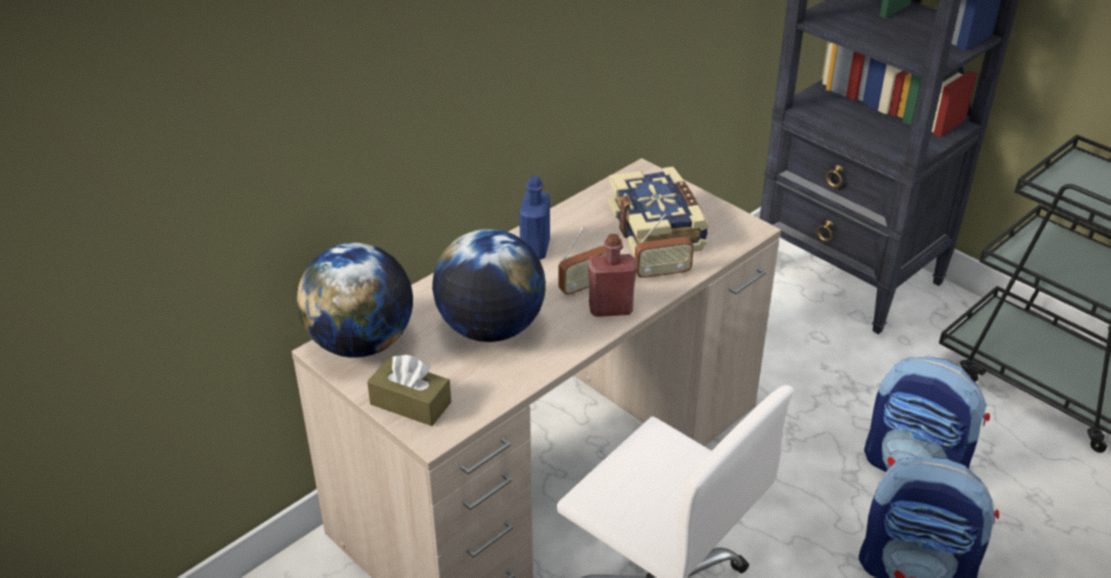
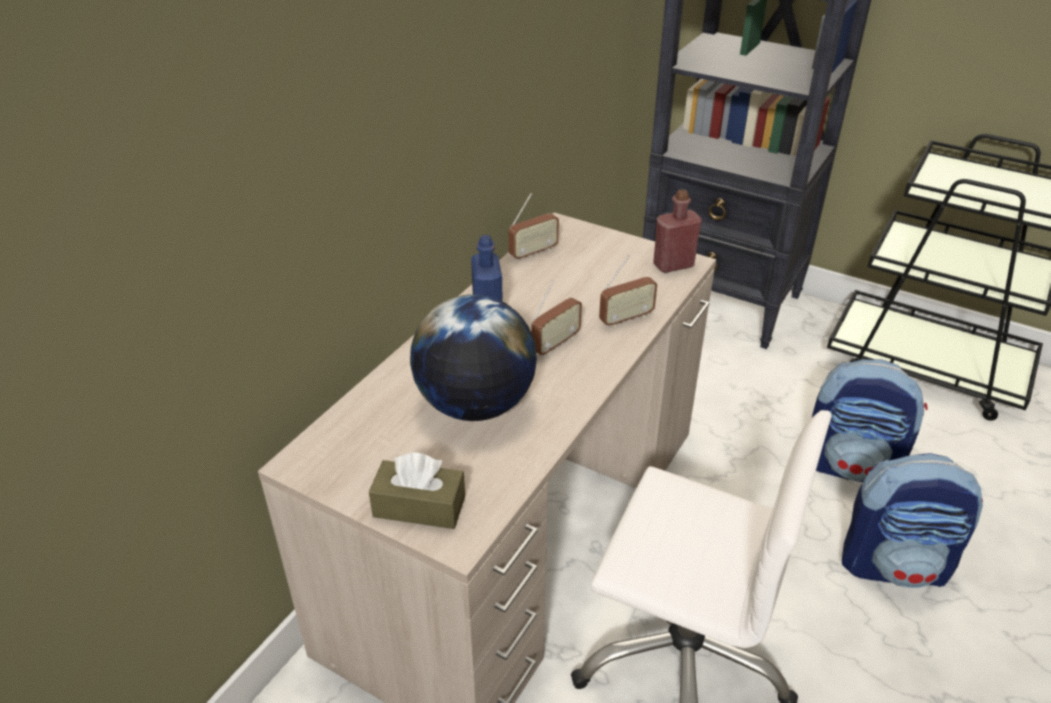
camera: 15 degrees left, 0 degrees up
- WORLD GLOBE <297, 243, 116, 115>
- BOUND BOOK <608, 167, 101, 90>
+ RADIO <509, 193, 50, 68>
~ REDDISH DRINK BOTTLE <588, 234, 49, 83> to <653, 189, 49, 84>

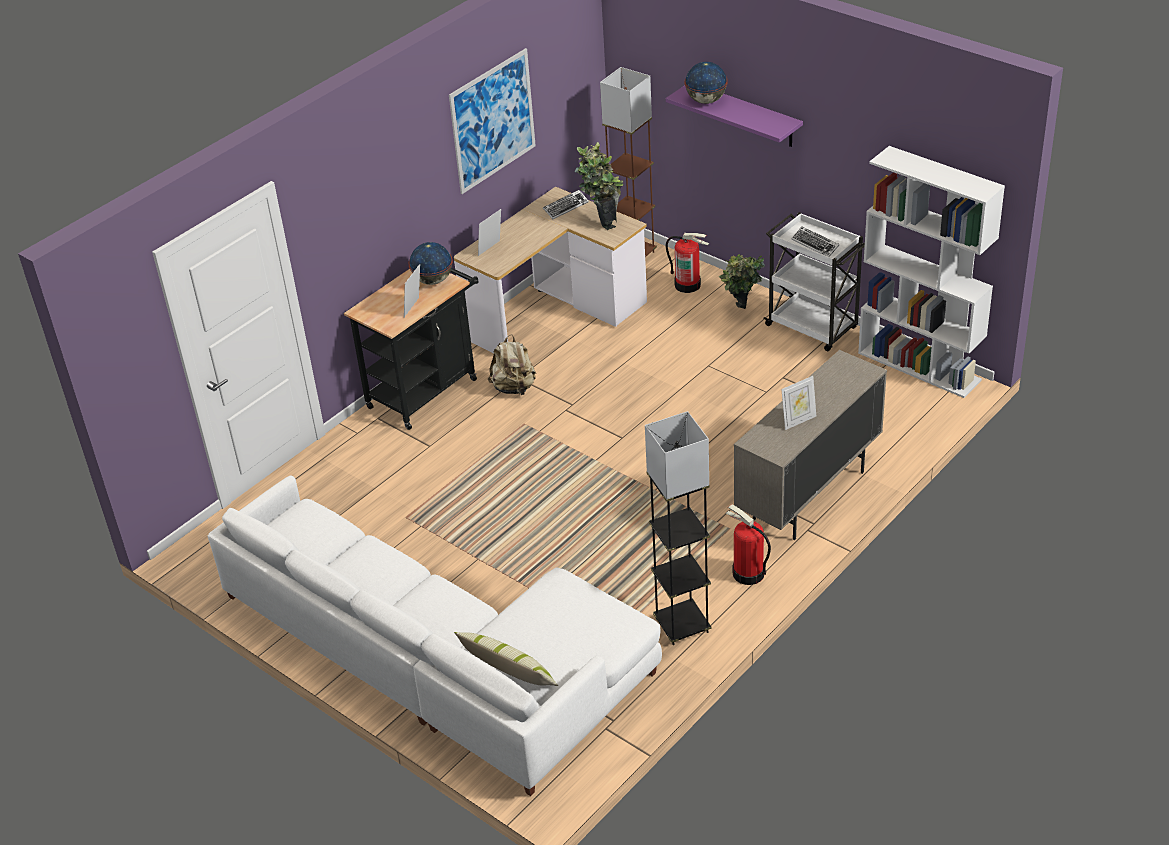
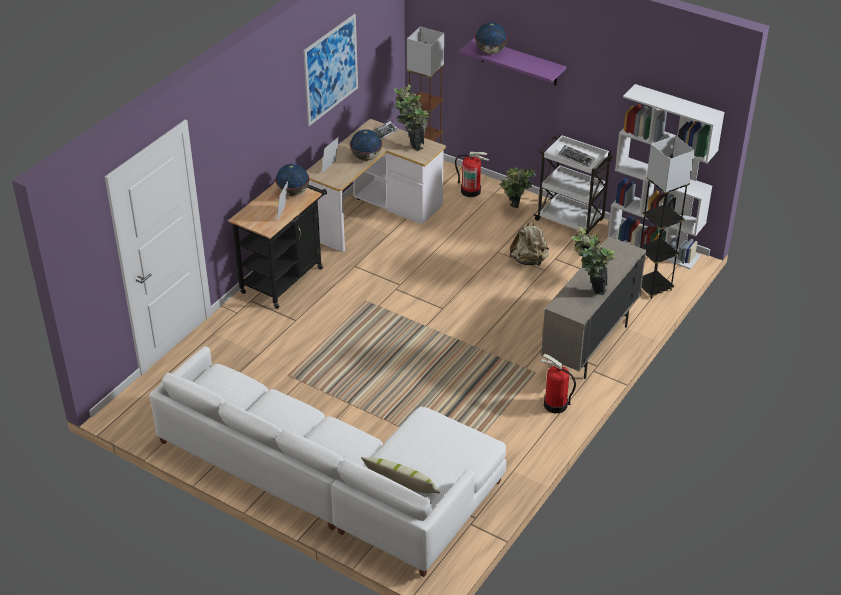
camera: 10 degrees left, 0 degrees up
+ WORLD GLOBE <350, 129, 32, 32>
~ SAND-COLOURED BACKPACK <488, 335, 48, 60> to <510, 220, 39, 46>
~ GREY STANDARD LAMP <645, 411, 67, 234> to <638, 135, 57, 164>
~ PHOTO FRAME <781, 376, 35, 54> to HOUSEPLANT <572, 226, 43, 69>

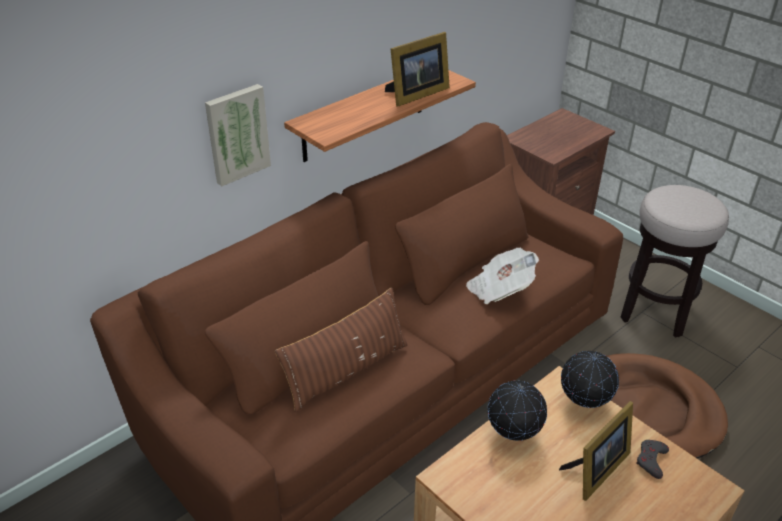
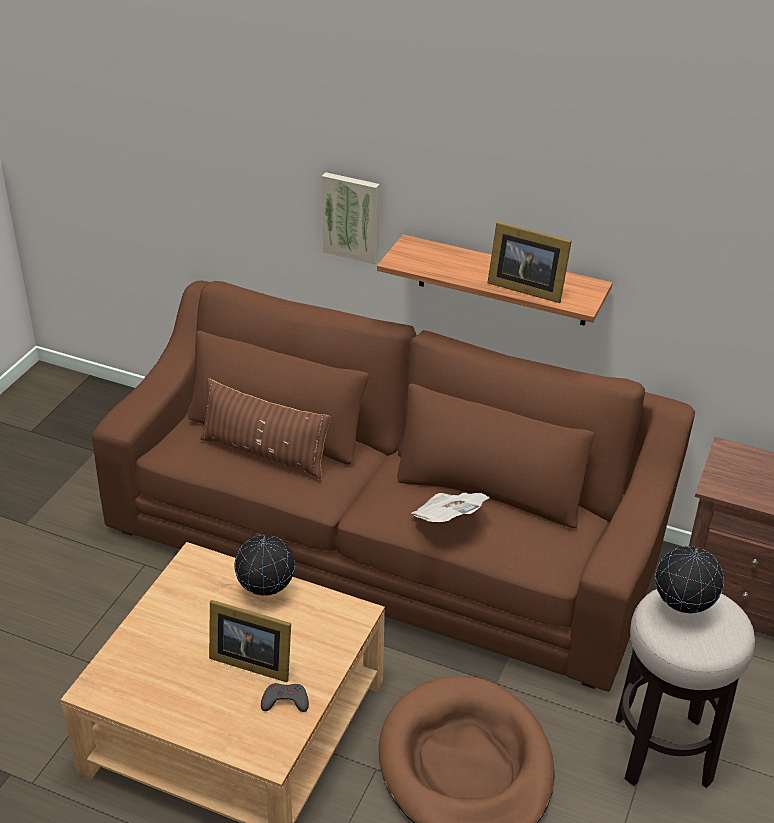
camera: 65 degrees right, 0 degrees up
~ WORLD GLOBE <561, 351, 58, 57> to <655, 546, 69, 67>

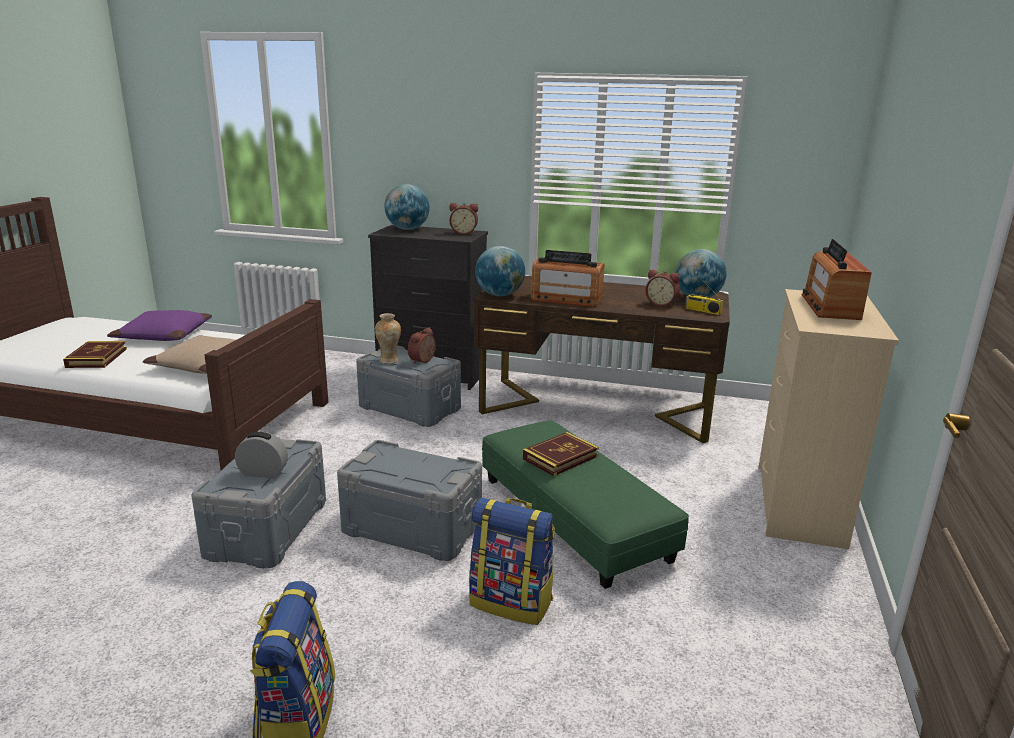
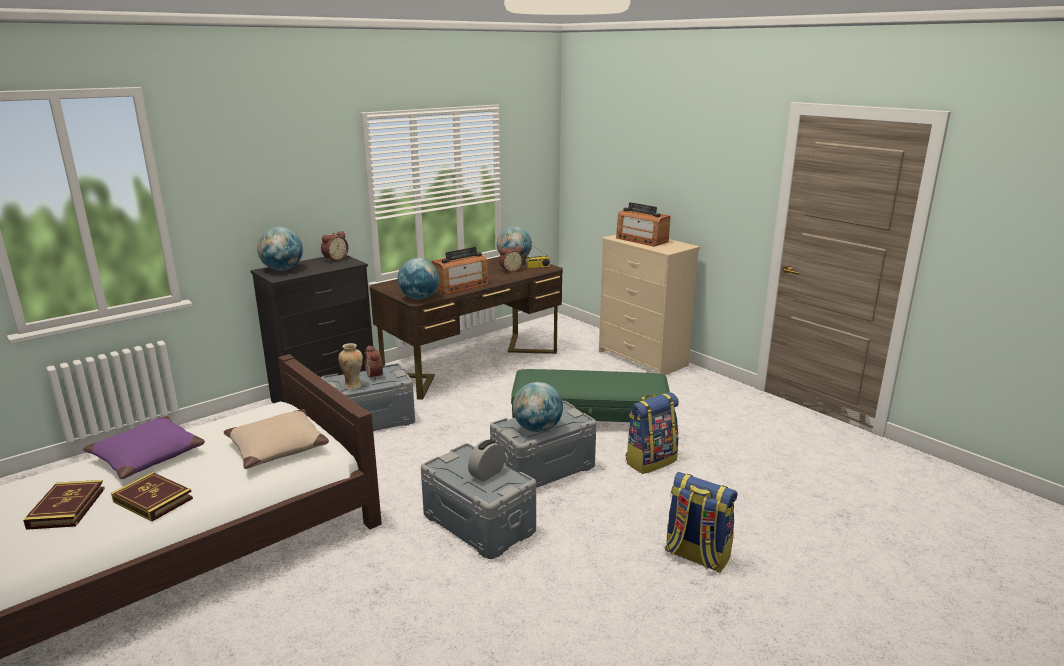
camera: 55 degrees left, 0 degrees up
+ WORLD GLOBE <513, 382, 50, 50>
~ BOUND BOOK <523, 432, 76, 44> to <23, 480, 82, 50>

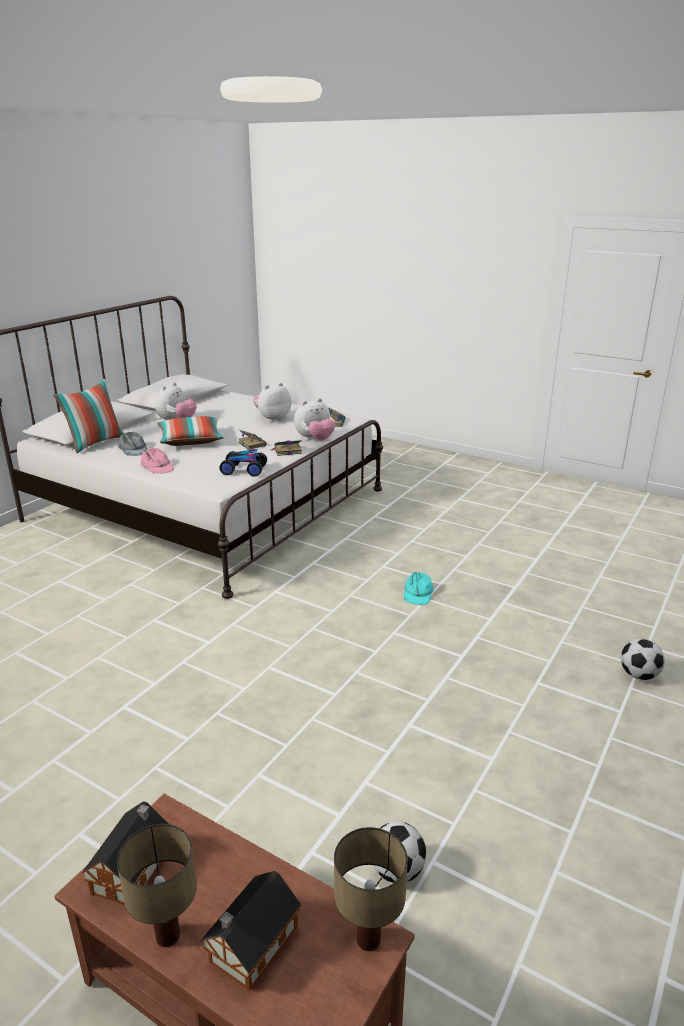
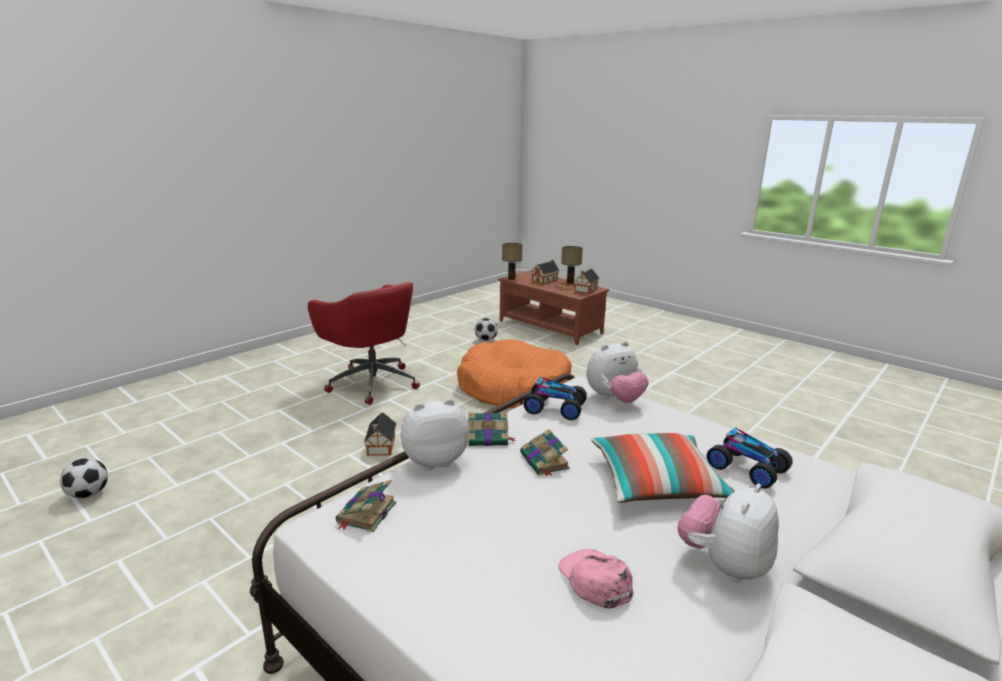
camera: 170 degrees left, 5 degrees down
- THROW PILLOW <53, 379, 70, 74>
+ REDDISH COMPUTER CHAIR <308, 282, 112, 123>
+ ORANGE DOG BED <457, 339, 115, 69>
~ PINK PEAKED CAP <141, 448, 33, 26> to <558, 549, 75, 60>
~ PLUSH TOY <253, 383, 38, 39> to <587, 341, 62, 62>
~ FOOTBALL <621, 639, 44, 41> to <60, 458, 48, 41>
~ GREY PEAKED CAP <118, 432, 30, 24> to TOY CAR <707, 428, 86, 61>
~ BLUE-GREEN PEAKED CAP <404, 571, 29, 34> to MINIATURE HOUSE <364, 413, 32, 43>

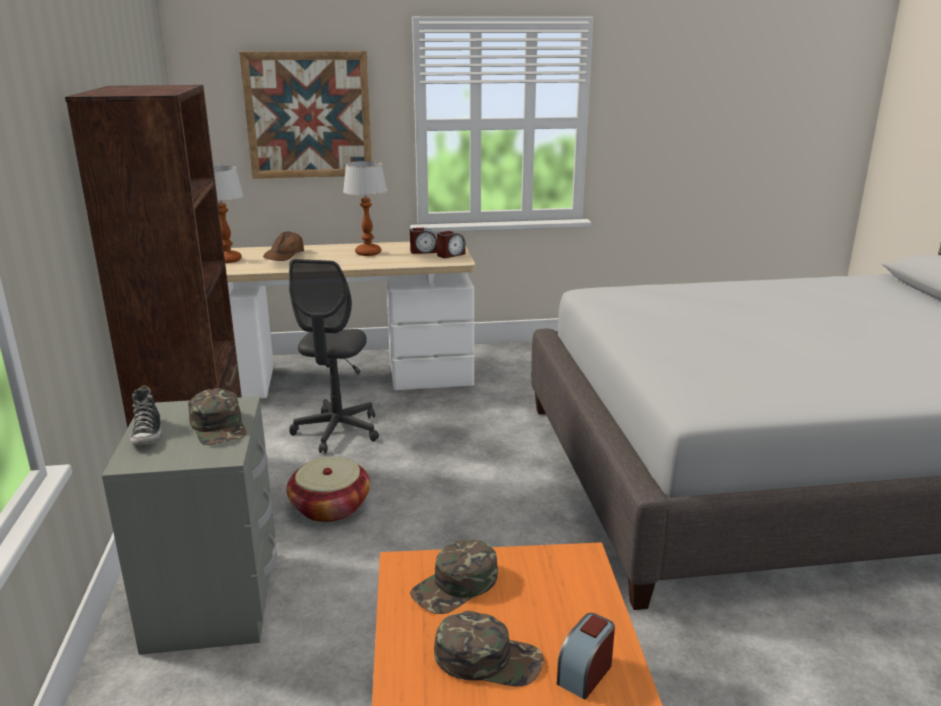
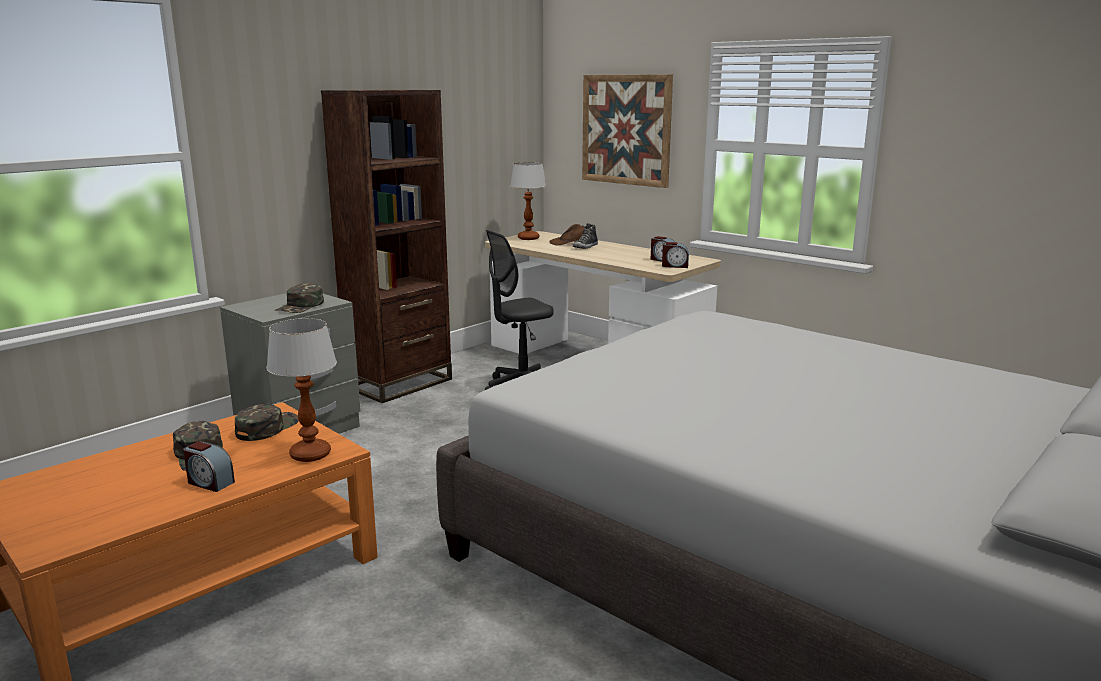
camera: 50 degrees right, 5 degrees down
- HOUSEHOLD BASKET <287, 457, 83, 65>
~ SHOE <130, 385, 32, 61> to <573, 223, 25, 26>
~ TABLE LAMP <343, 161, 44, 95> to <266, 318, 71, 144>
~ GREEN-COLOURED PEAKED CAP <410, 539, 88, 75> = <235, 404, 64, 37> 105 degrees clockwise
~ ALARM CLOCK <557, 613, 58, 87> = <183, 441, 52, 51> 150 degrees counterclockwise

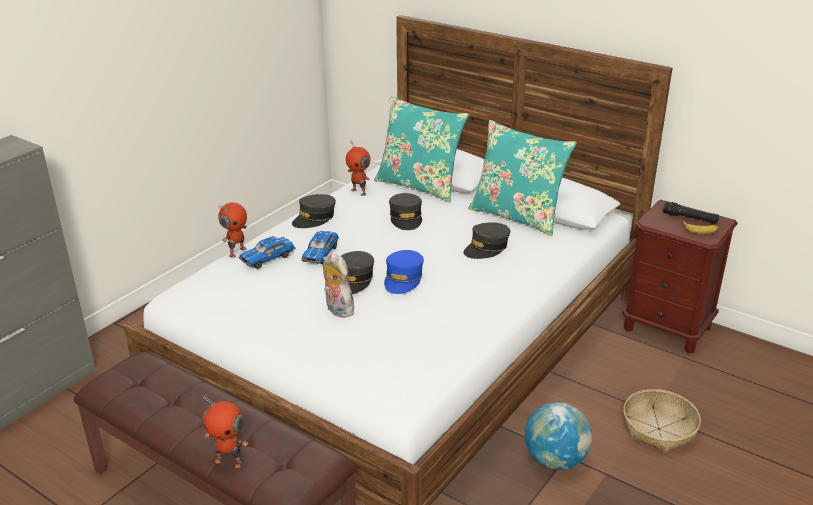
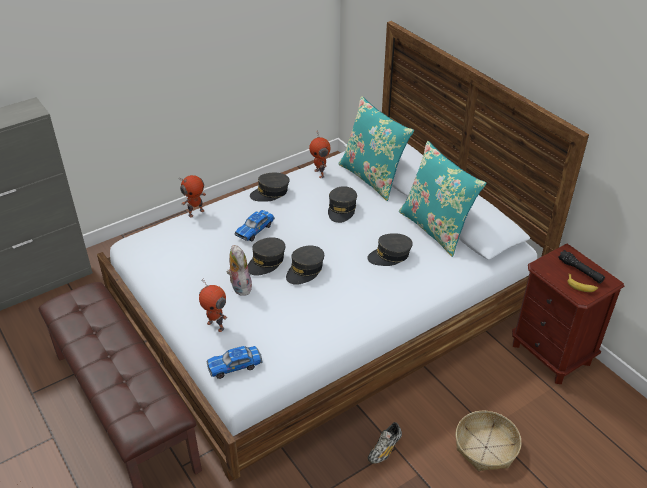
camera: 20 degrees right, 10 degrees up
~ ROBOT FIGURE <203, 394, 45, 74> to <199, 278, 28, 54>
~ TOY CAR <239, 236, 56, 33> to <206, 346, 57, 33>
~ WORLD GLOBE <525, 402, 67, 68> to SHOE <368, 422, 34, 42>
~ BLUISH PEAKED CAP <384, 250, 40, 44> to GREY PEAKED CAP <286, 245, 38, 40>

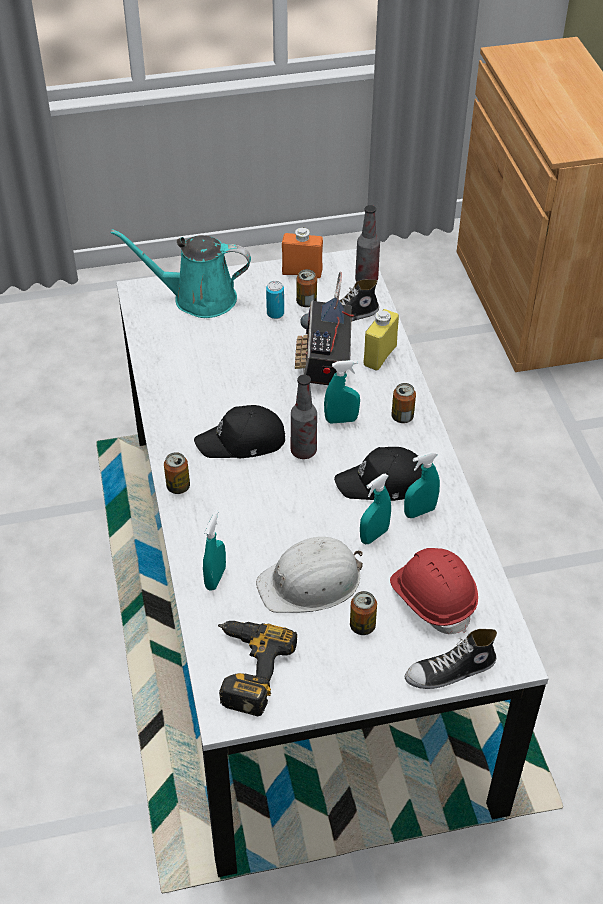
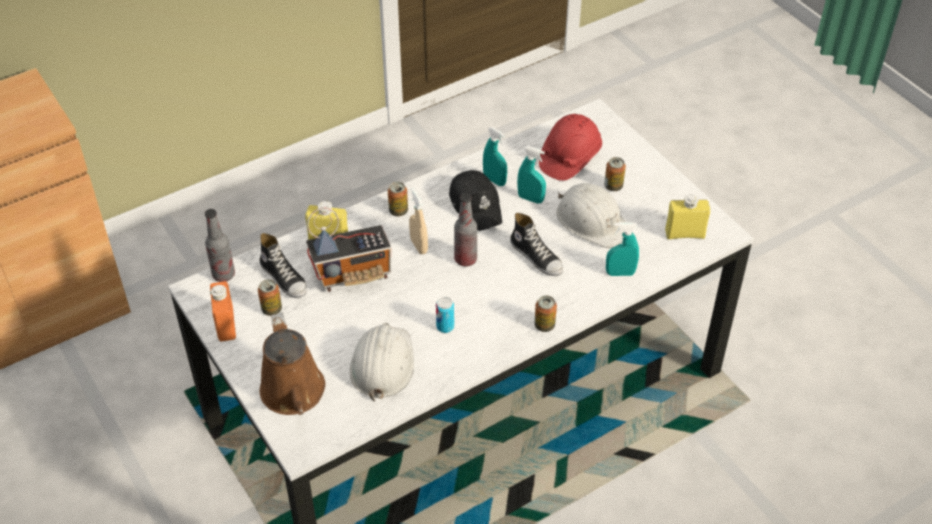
camera: 110 degrees left, 0 degrees up
- BLACK PEAKED CAP <194, 405, 91, 53>
+ WHITE-COLOURED WORK HELMET <350, 323, 64, 79>
~ CAN <266, 281, 18, 38> to <436, 297, 18, 36>
~ SHOE <405, 629, 92, 60> to <510, 213, 53, 63>
~ POWER DRILL <218, 621, 79, 95> to YELLOW-COLOURED DRINK BOTTLE <665, 194, 45, 45>
~ BLUE-GREEN WATERING POT <111, 229, 140, 89> to BROWNISH WATERING POT <260, 313, 65, 102>
~ BLUE-GREEN HAND SPRAYER <324, 360, 36, 63> to SAND-COLOURED HAND SPRAYER <409, 188, 19, 66>

